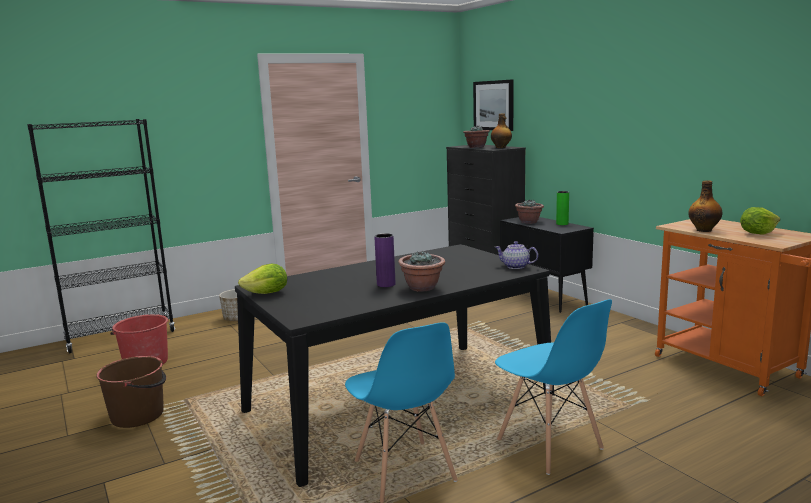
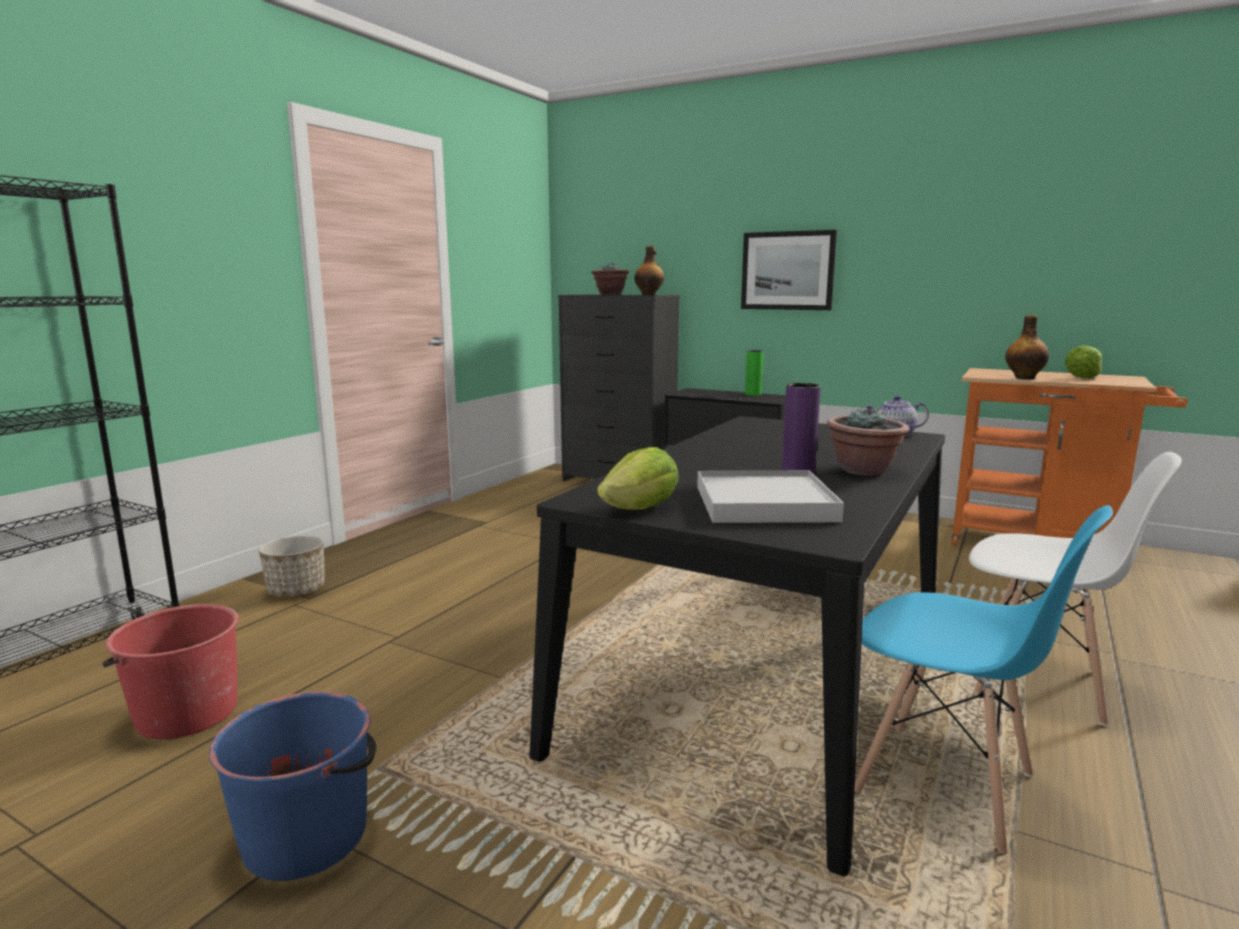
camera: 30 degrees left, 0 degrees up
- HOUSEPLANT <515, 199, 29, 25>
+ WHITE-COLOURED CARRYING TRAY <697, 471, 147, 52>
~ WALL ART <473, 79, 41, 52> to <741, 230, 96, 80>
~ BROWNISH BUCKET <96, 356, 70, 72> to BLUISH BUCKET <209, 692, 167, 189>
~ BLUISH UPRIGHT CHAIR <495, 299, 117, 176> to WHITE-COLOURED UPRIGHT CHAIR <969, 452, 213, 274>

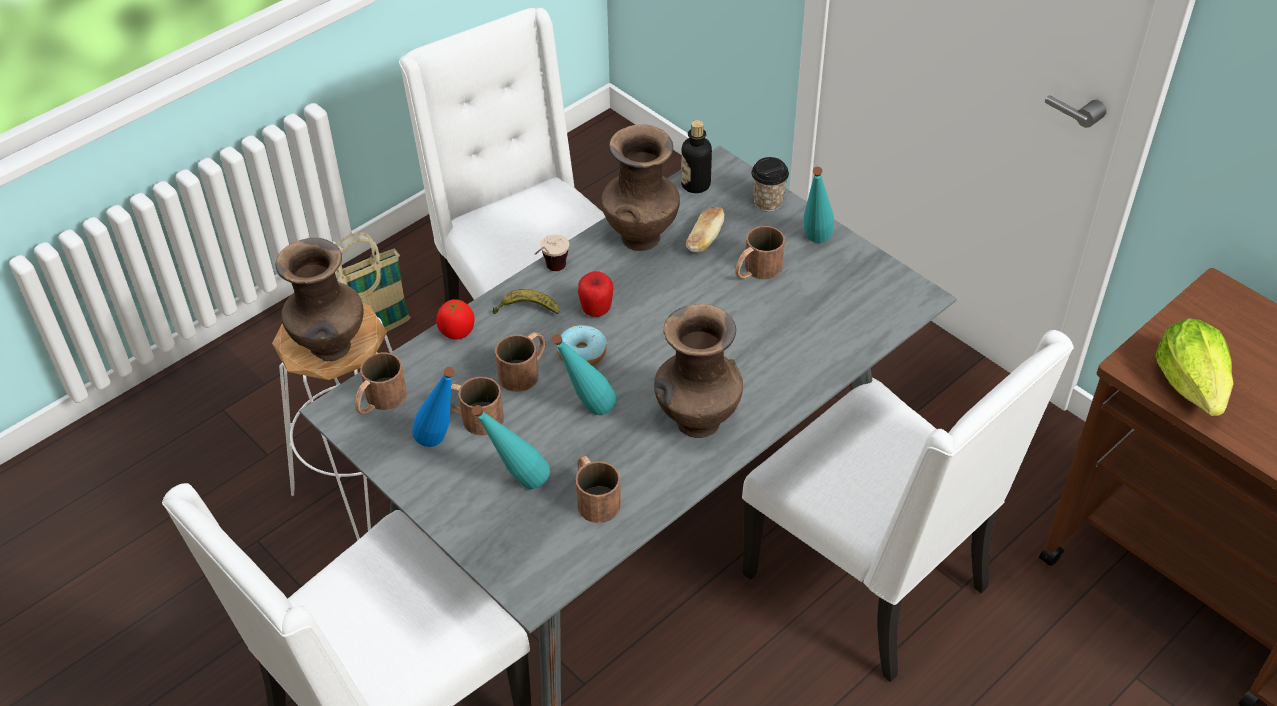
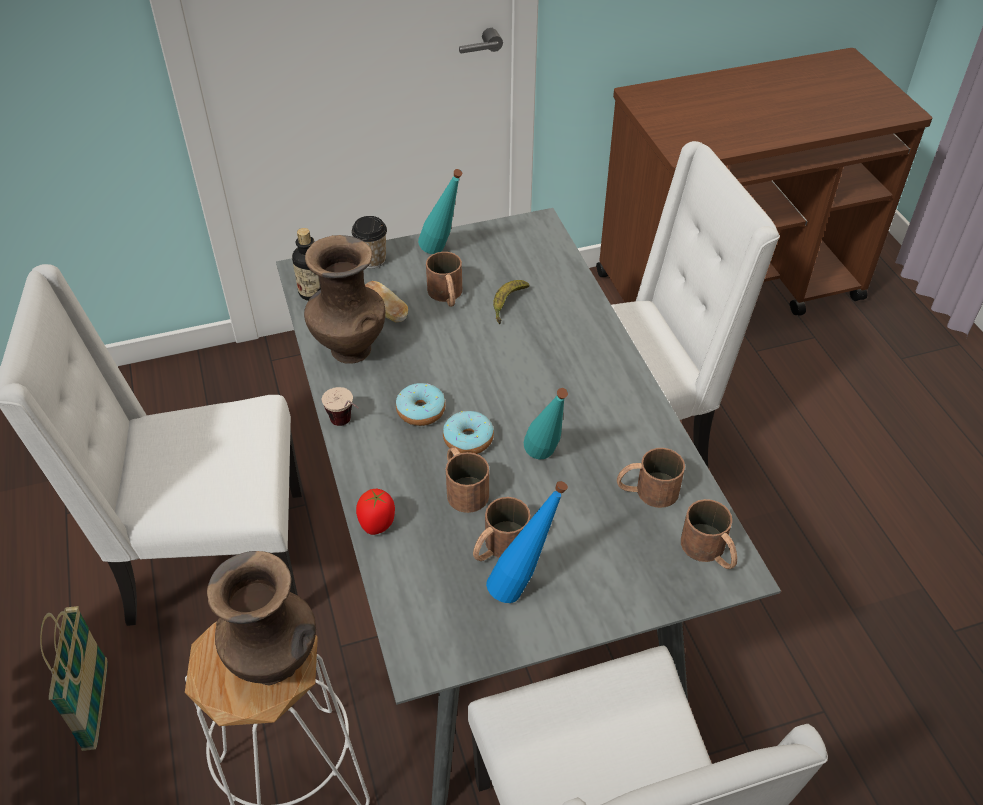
camera: 65 degrees left, 0 degrees up
- BLUE-GREEN DRINK BOTTLE <472, 405, 78, 84>
- BROWNISH FLOWER VASE <654, 304, 89, 134>
- LETTUCE <1156, 318, 78, 98>
~ BROWNISH COFFEE MUG <355, 352, 52, 63> to <681, 499, 56, 70>
~ BANANA <492, 289, 68, 25> to <493, 280, 37, 44>
~ WHOLE APPLE <578, 271, 35, 46> to DOUGHNUT <396, 383, 50, 43>

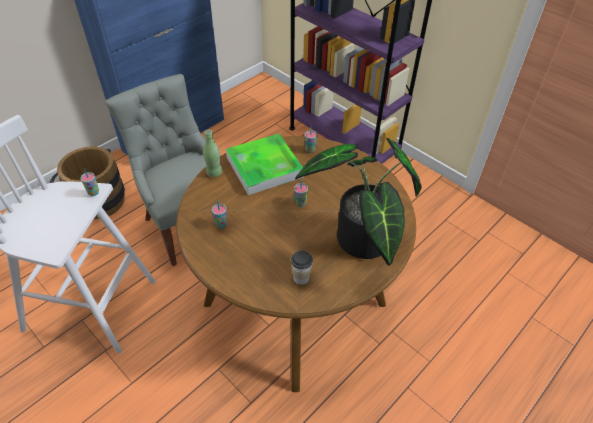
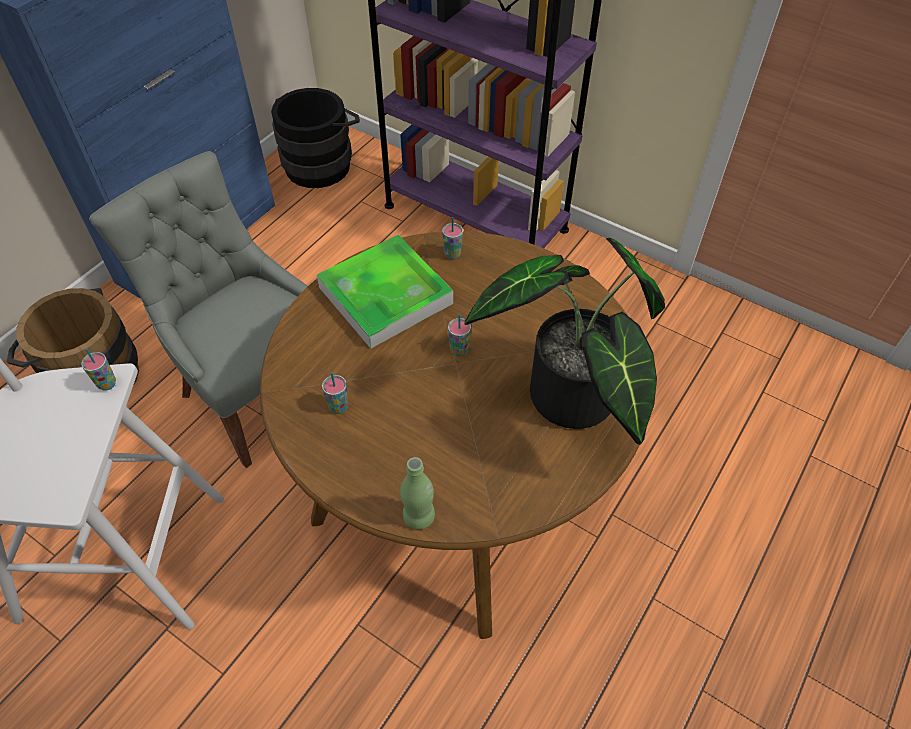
camera: 10 degrees left, 5 degrees up
- CUP <291, 251, 22, 34>
+ BLACK BUCKET <271, 88, 89, 100>
~ GREEN-COLOURED DRINK BOTTLE <203, 129, 19, 48> to <400, 457, 35, 73>

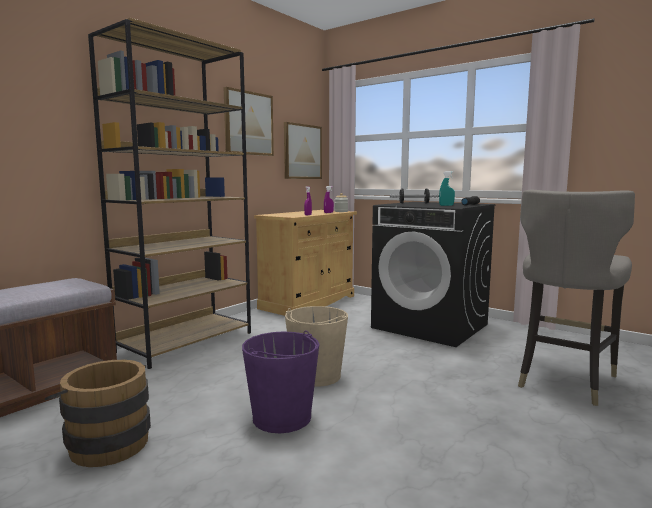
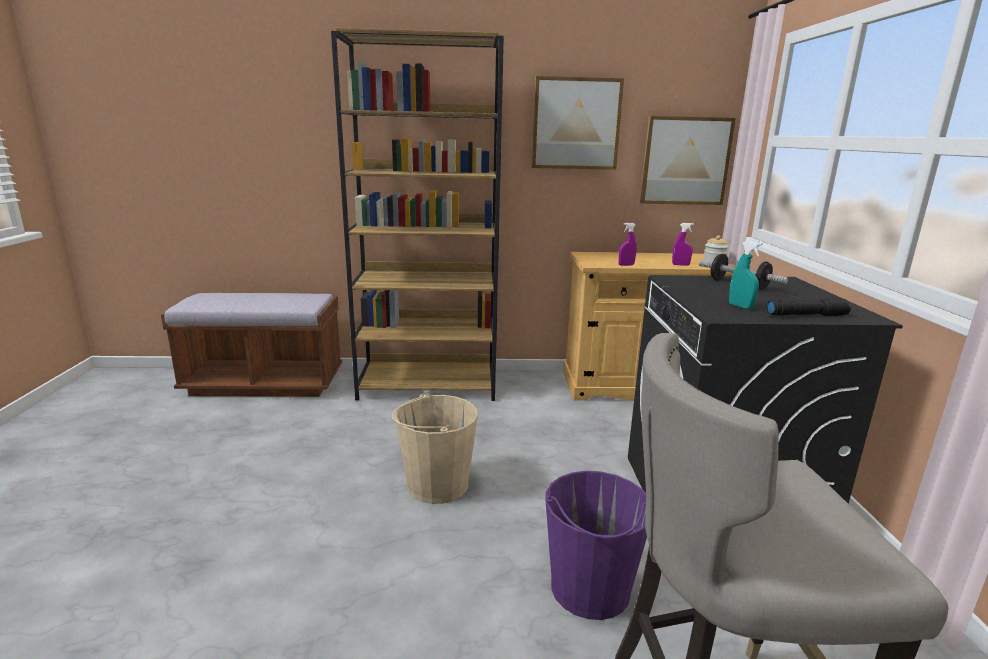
camera: 50 degrees right, 10 degrees up
- BROWNISH BUCKET <45, 360, 106, 107>
~ PURPLE BUCKET <242, 330, 77, 103> to <545, 471, 102, 149>

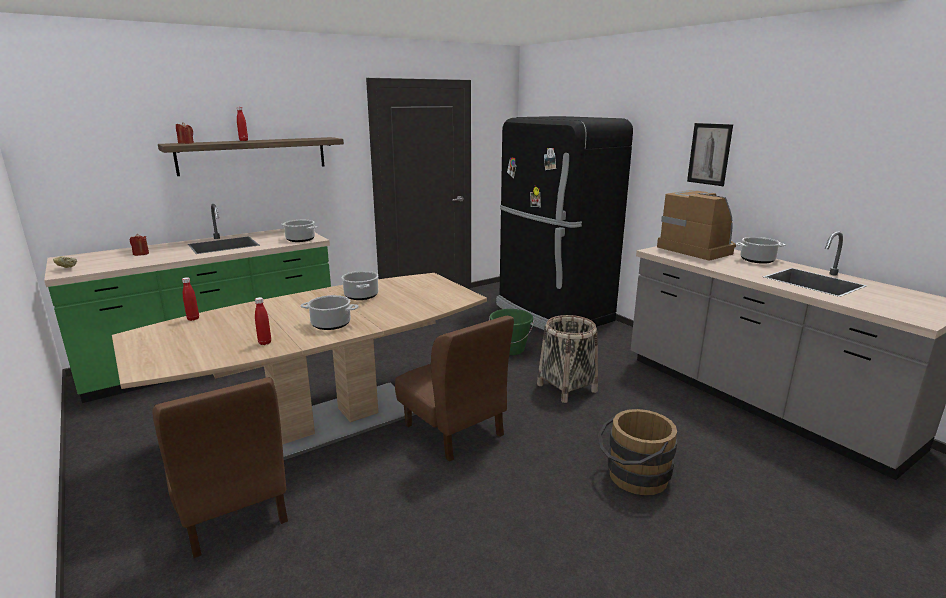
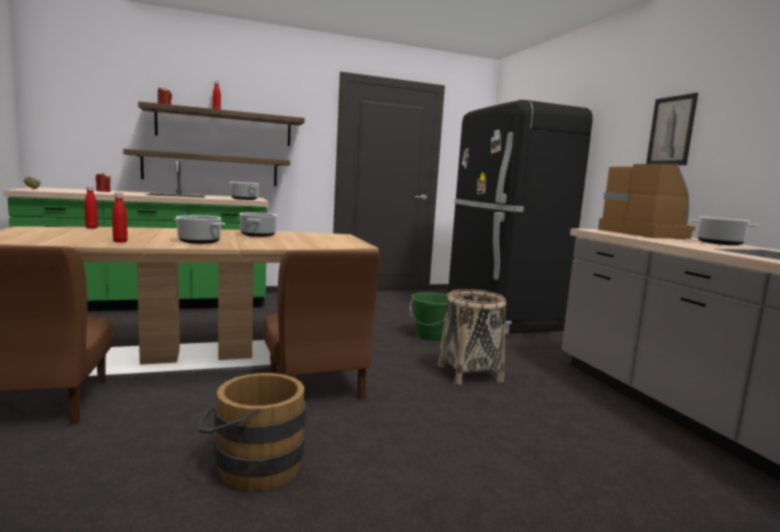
camera: 15 degrees right, 10 degrees down
+ WALL SHELF <123, 149, 167, 37>
~ BROWNISH BUCKET <598, 409, 79, 87> to <198, 373, 108, 118>

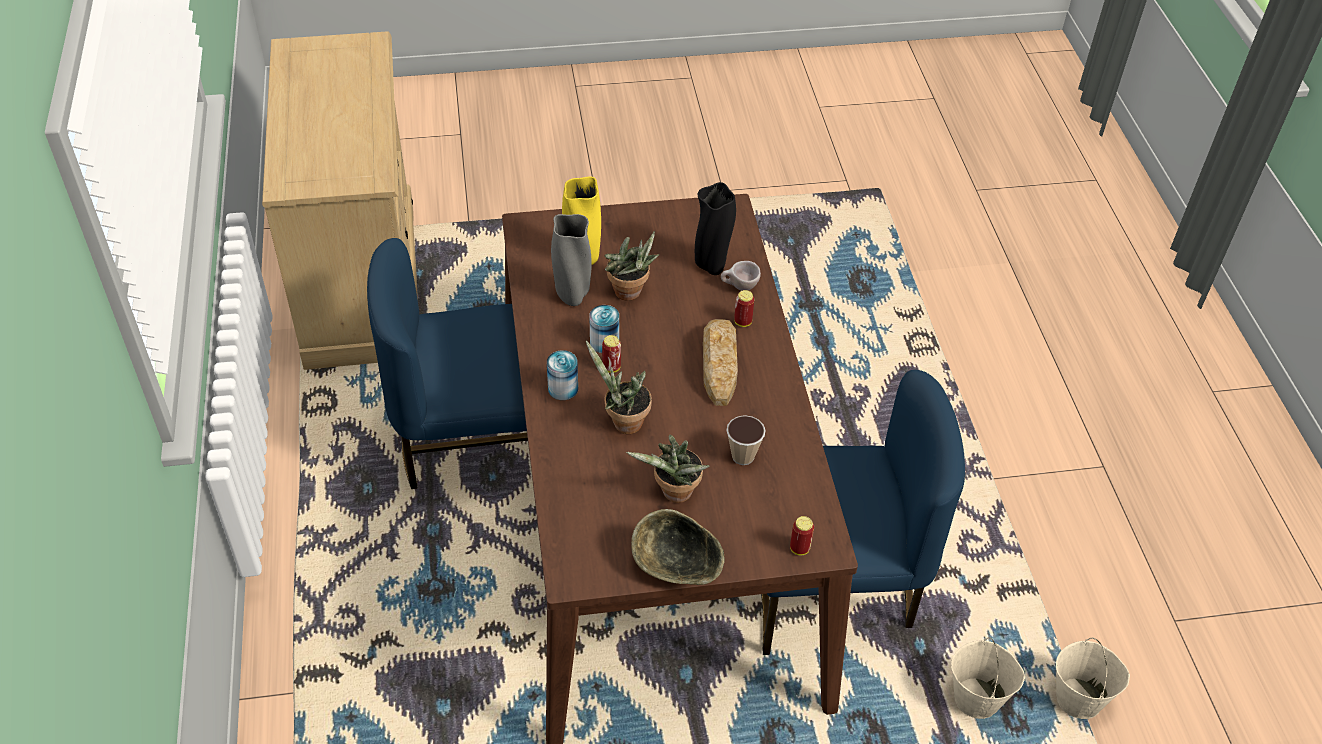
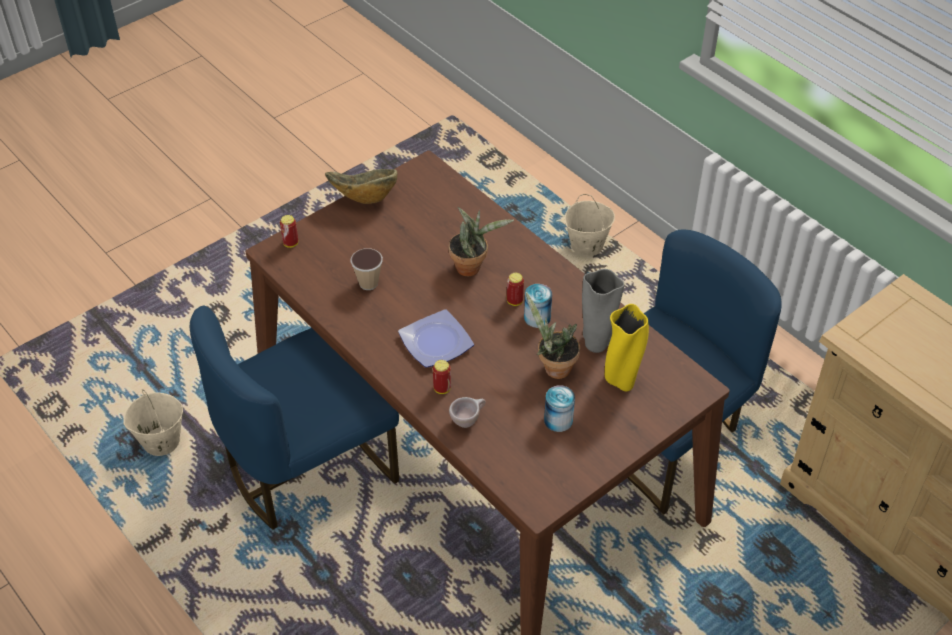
camera: 150 degrees right, 0 degrees up
- HOUSEPLANT <626, 435, 84, 68>
- BLACK FLOWER VASE <695, 182, 41, 93>
~ CAN <547, 350, 31, 50> to <544, 385, 31, 47>
~ SAND-COLOURED BUCKET <1056, 637, 74, 82> to <564, 194, 51, 63>
~ BAKED BREAD <703, 319, 35, 87> to PLATE <398, 309, 76, 59>

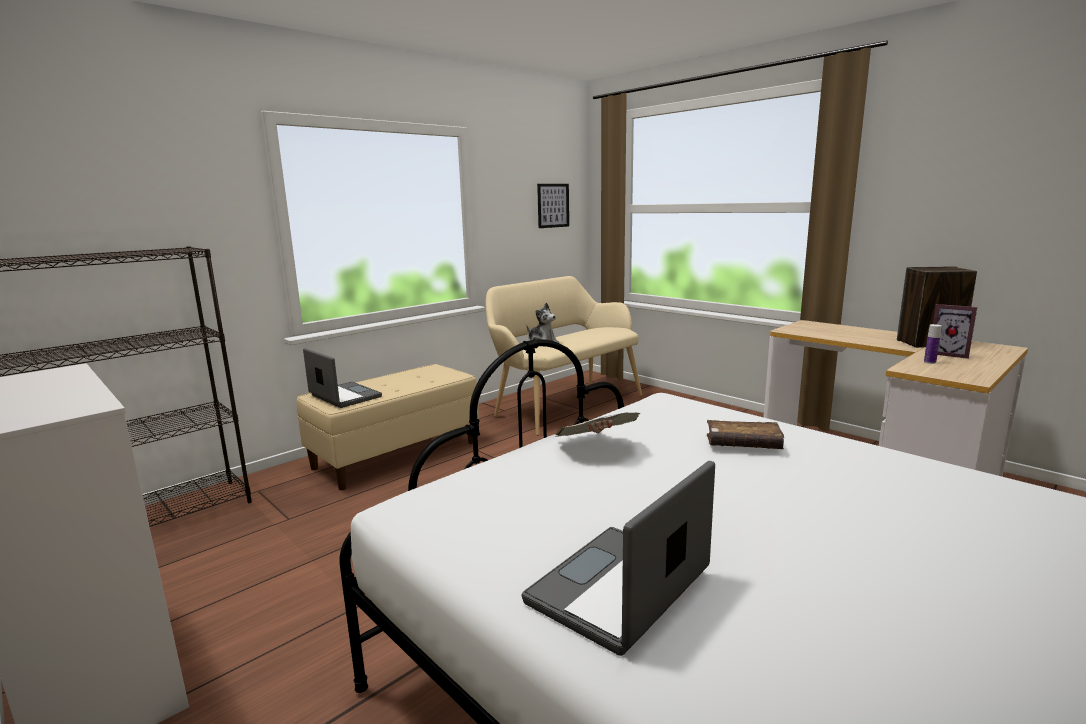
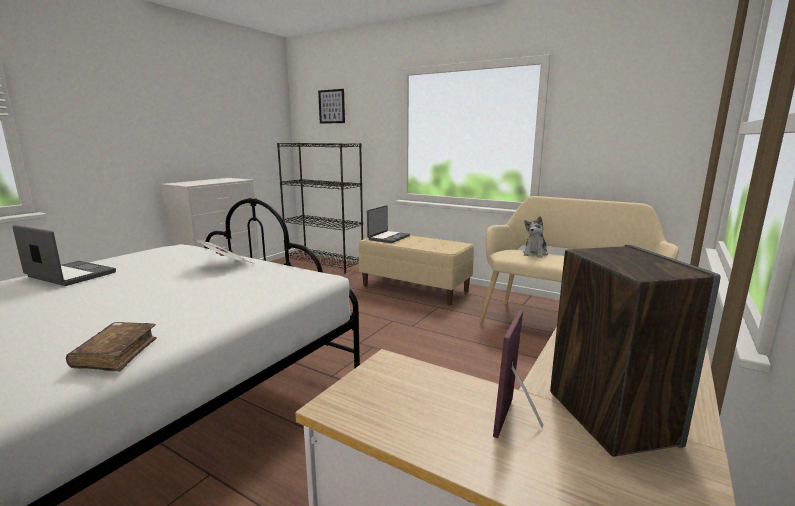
camera: 75 degrees right, 0 degrees up
- DRINK BOTTLE <924, 324, 18, 40>
~ WALL ART <537, 184, 32, 44> to <318, 89, 27, 35>
~ BROWNISH BOUND BOOK <707, 420, 77, 29> to <66, 322, 91, 50>

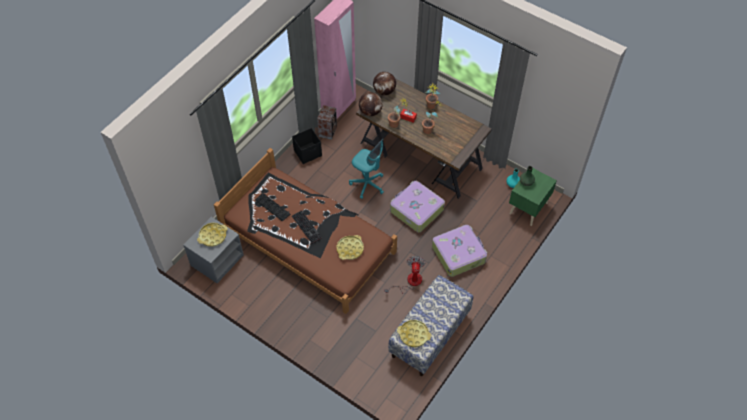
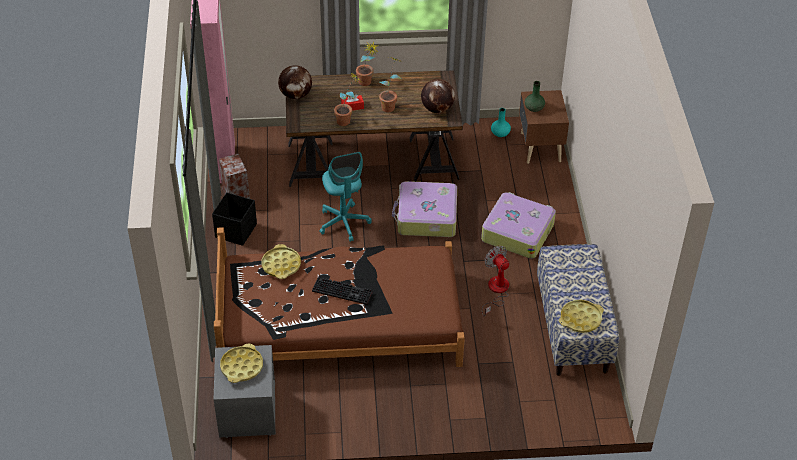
camera: 40 degrees left, 10 degrees down
- COMPUTER KEYBOARD <255, 193, 35, 29>
~ YELLOW-COLOURED CARRYING TRAY <336, 235, 28, 25> to <261, 244, 40, 35>
~ WORLD GLOBE <359, 92, 23, 24> to <421, 79, 34, 34>
~ GREEN-COLOURED BEDSIDE TABLE <509, 168, 48, 58> to BROWNISH BEDSIDE TABLE <519, 90, 50, 74>
~ BLUE-GREEN COMPUTER CHAIR <349, 138, 35, 61> = <319, 152, 53, 90> 75 degrees clockwise

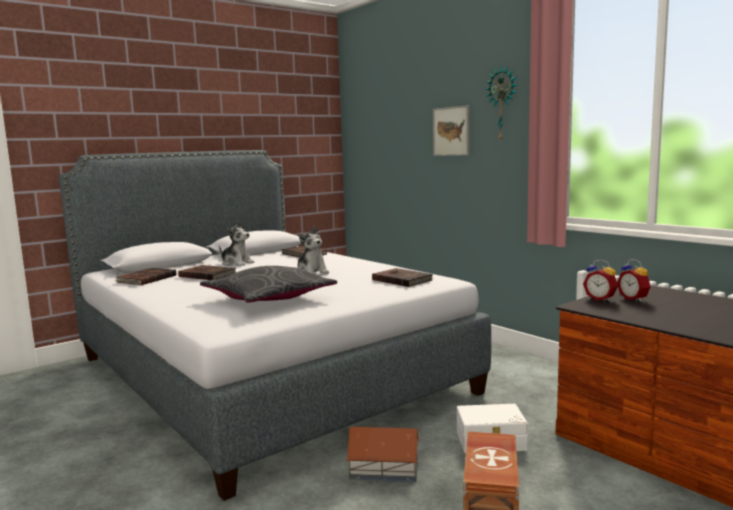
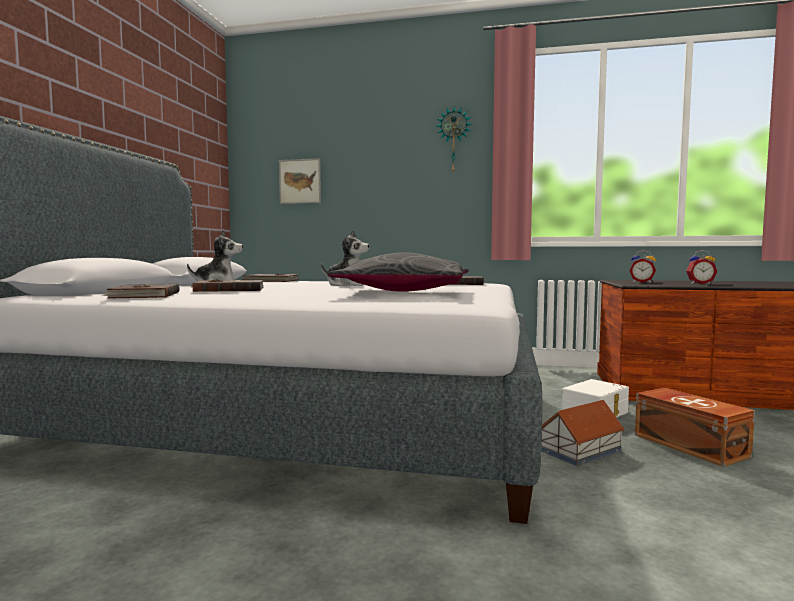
camera: 40 degrees left, 5 degrees down
~ WALL ART <433, 105, 36, 51> to <279, 158, 42, 46>
~ ALARM CLOCK <583, 259, 35, 42> to <686, 250, 31, 34>

